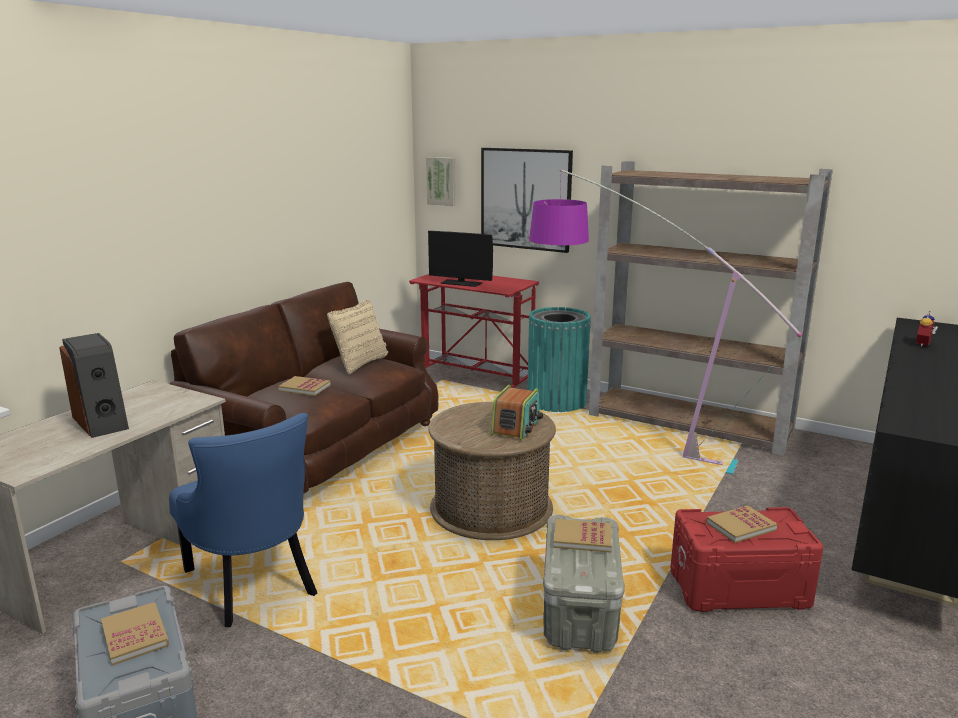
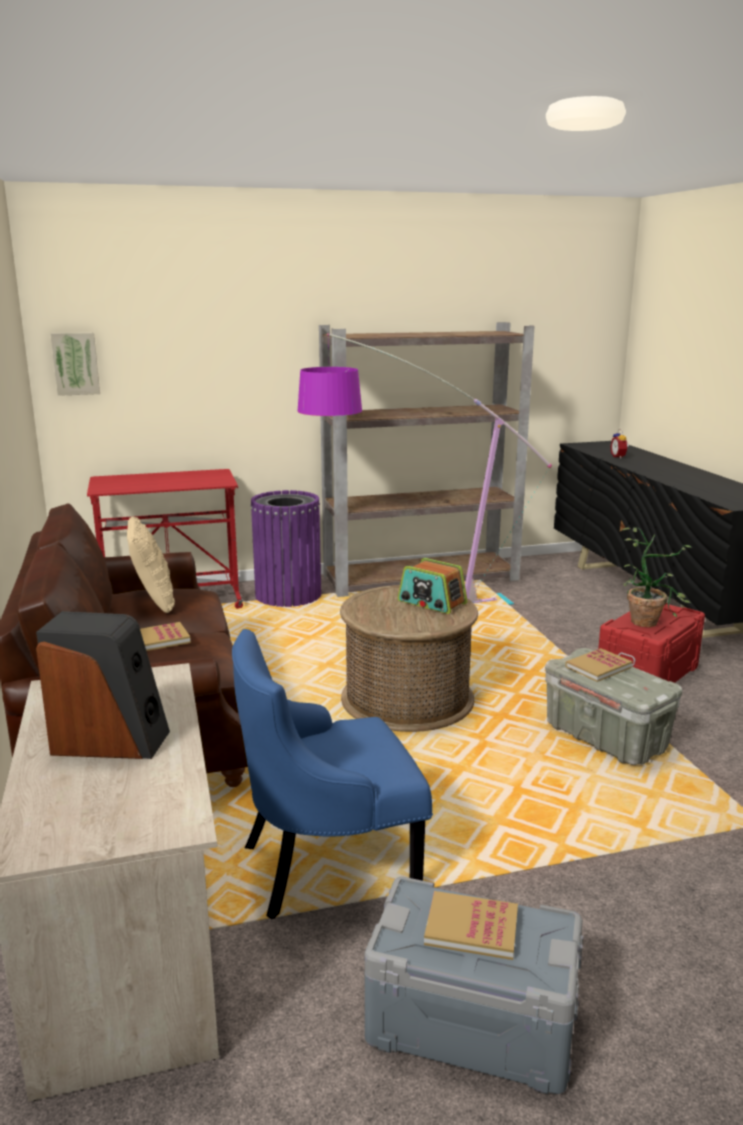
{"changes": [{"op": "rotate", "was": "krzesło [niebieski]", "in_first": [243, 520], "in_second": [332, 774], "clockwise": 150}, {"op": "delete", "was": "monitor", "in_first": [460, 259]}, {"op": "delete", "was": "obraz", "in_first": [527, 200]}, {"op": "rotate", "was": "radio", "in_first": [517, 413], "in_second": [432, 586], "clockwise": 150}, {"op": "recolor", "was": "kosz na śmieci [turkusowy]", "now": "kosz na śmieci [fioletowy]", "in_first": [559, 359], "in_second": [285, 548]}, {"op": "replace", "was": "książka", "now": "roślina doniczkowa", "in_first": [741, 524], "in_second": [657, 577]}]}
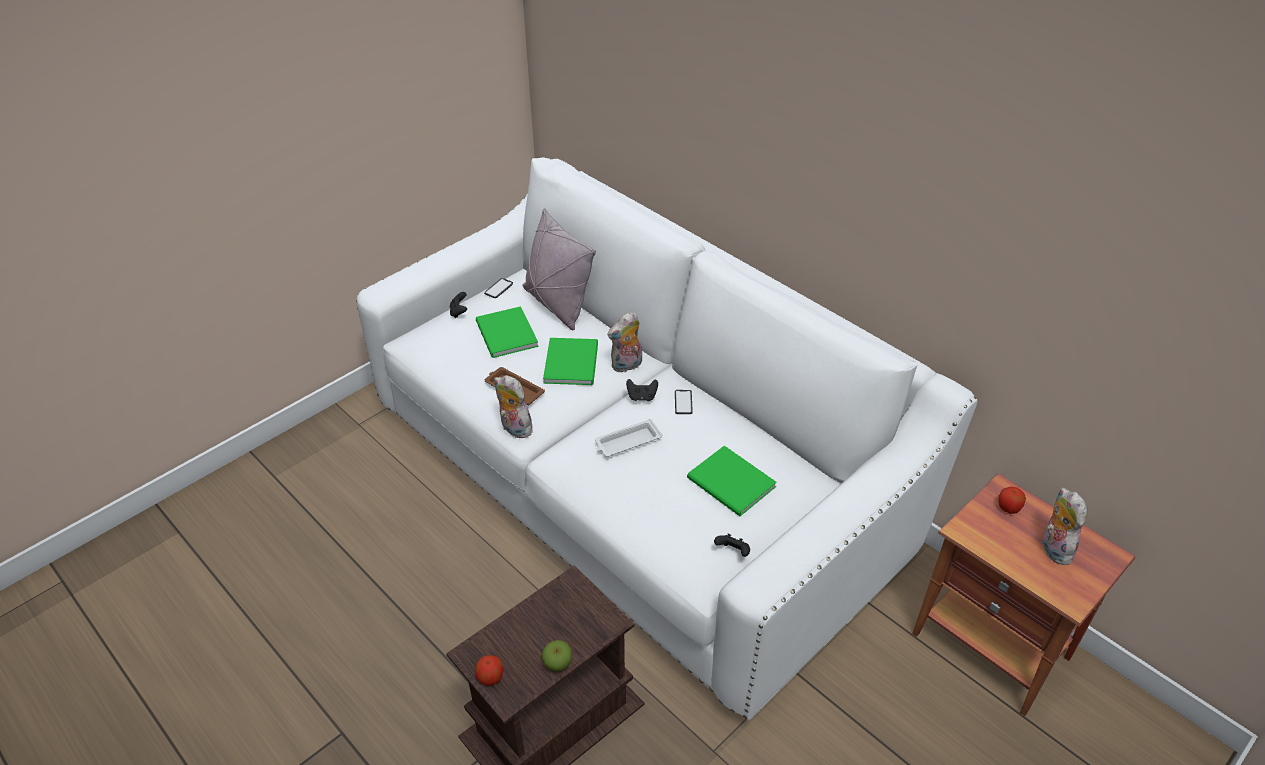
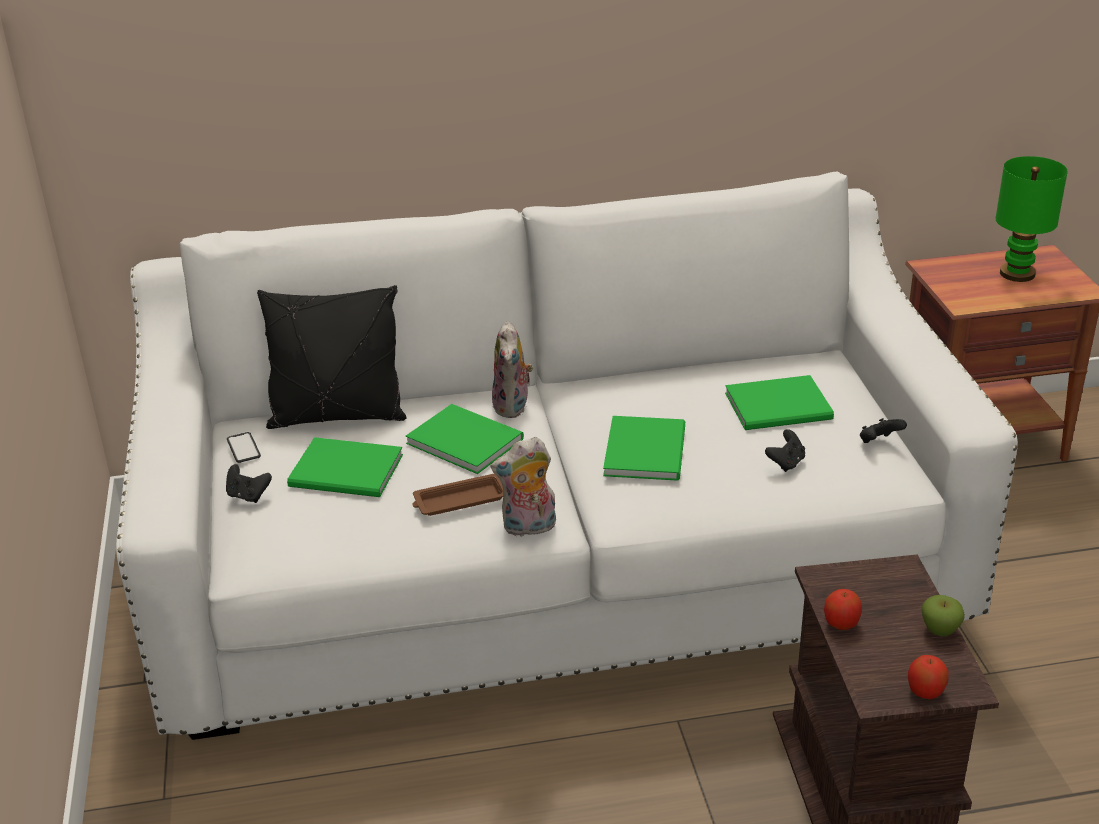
{"changes": [{"op": "recolor", "was": "poduszka [fioletowy]", "now": "poduszka [czarny]", "in_first": [559, 269], "in_second": [332, 357]}, {"op": "replace", "was": "taca [biały]", "now": "książka [zielony]", "in_first": [628, 438], "in_second": [644, 448]}, {"op": "move", "was": "pad do gier [czarny]", "in_first": [642, 390], "in_second": [785, 450]}, {"op": "delete", "was": "telefon", "in_first": [684, 402]}, {"op": "move", "was": "jabłko", "in_first": [1012, 500], "in_second": [843, 609]}, {"op": "replace", "was": "pluszak", "now": "lampa stołowa [zielony]", "in_first": [1064, 526], "in_second": [1031, 219]}]}
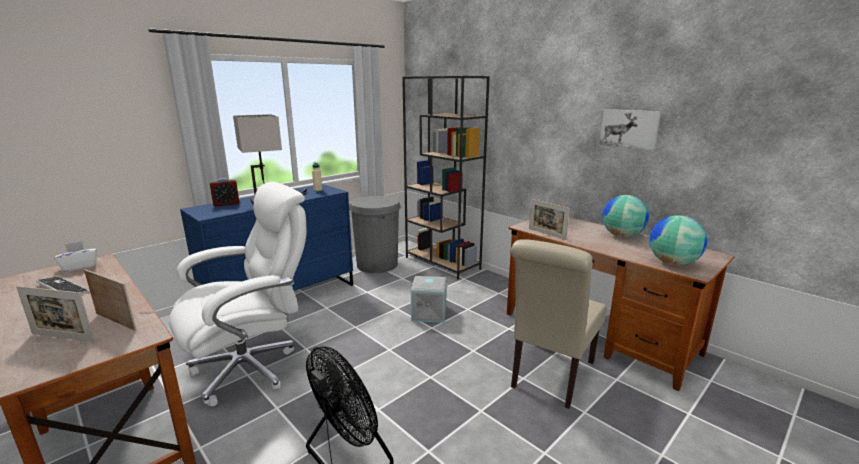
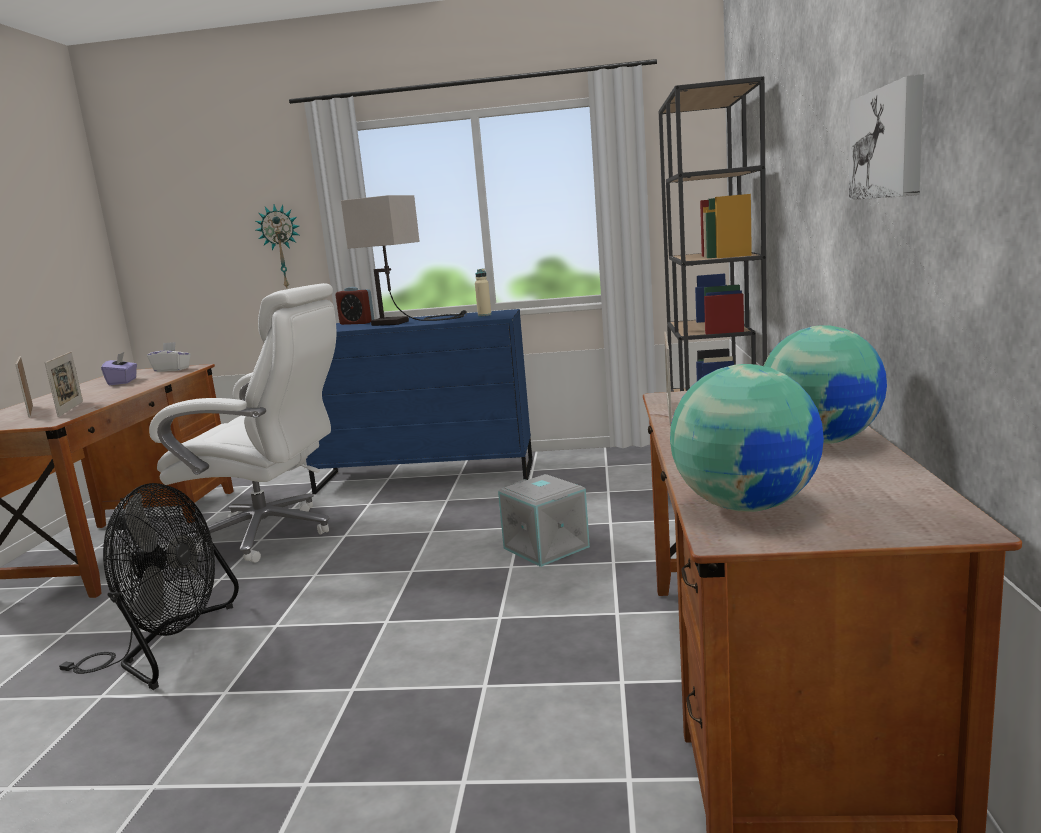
{"changes": [{"op": "replace", "was": "klawiatura", "now": "pudełko chusteczek [fioletowy]", "in_first": [63, 285], "in_second": [119, 368]}, {"op": "delete", "was": "kosz na śmieci [szary]", "in_first": [375, 234]}, {"op": "delete", "was": "krzesło [beżowy]", "in_first": [559, 324]}, {"op": "insert", "now": "zegar ścienny", "in_second": [277, 246]}]}
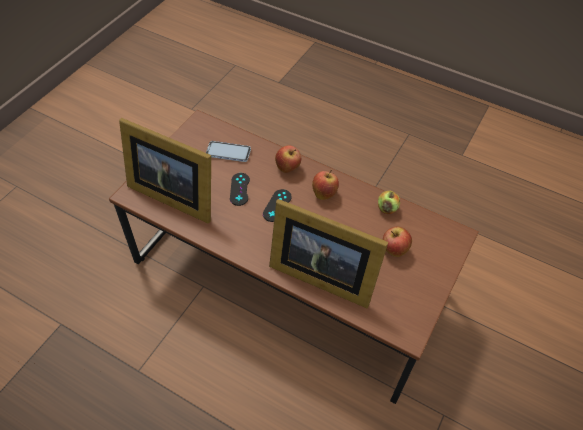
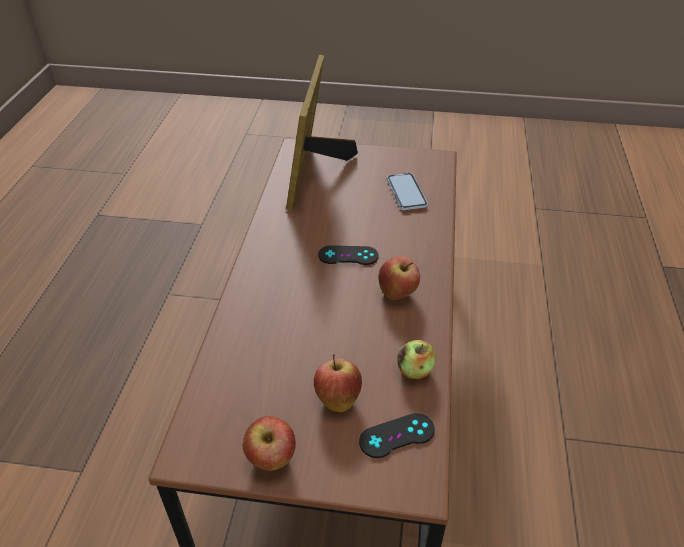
{"changes": [{"op": "move", "was": "pad do gier [czarny]", "in_first": [240, 189], "in_second": [397, 435]}, {"op": "delete", "was": "ramka na zdjęcie", "in_first": [328, 253]}, {"op": "move", "was": "jabłko", "in_first": [288, 159], "in_second": [269, 443]}]}
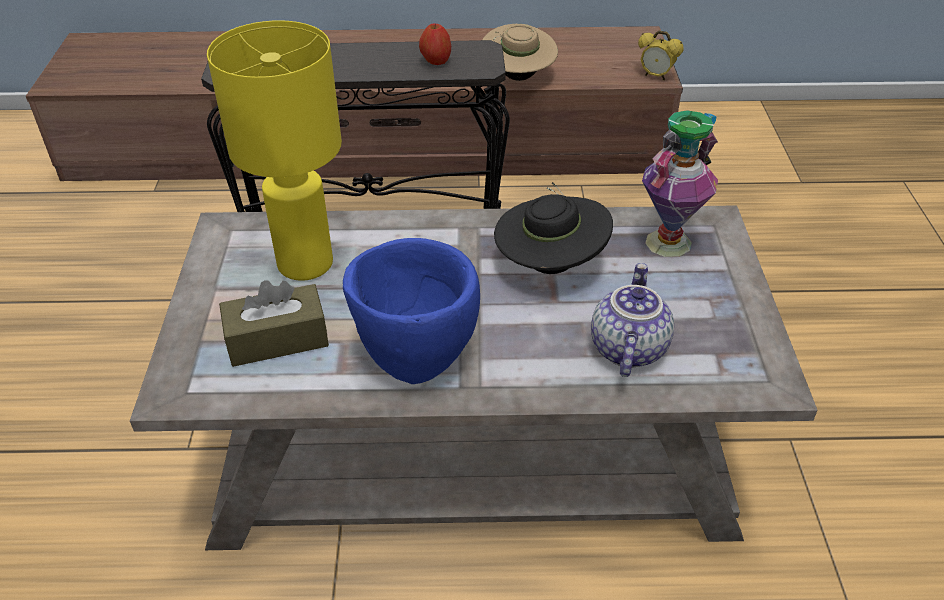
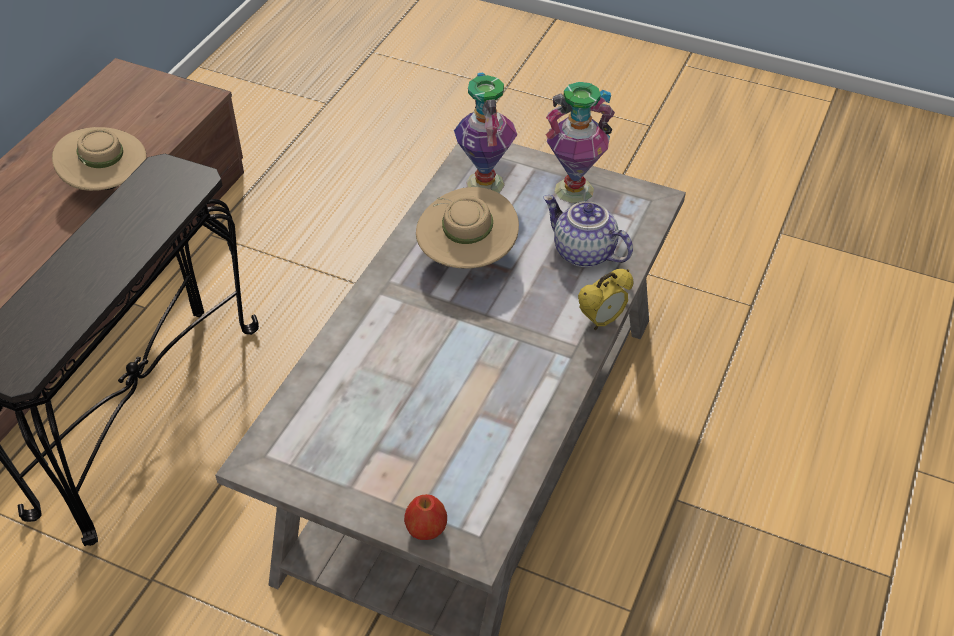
{"changes": [{"op": "delete", "was": "lampa stołowa [żółty]", "in_first": [274, 150]}, {"op": "delete", "was": "pudełko chusteczek [brązowy]", "in_first": [274, 323]}, {"op": "delete", "was": "miska [niebieski]", "in_first": [411, 311]}, {"op": "move", "was": "jabłko", "in_first": [435, 44], "in_second": [425, 517]}, {"op": "recolor", "was": "kapelusz [czarny]", "now": "kapelusz [beżowy]", "in_first": [553, 228], "in_second": [467, 228]}, {"op": "move", "was": "budzik", "in_first": [661, 55], "in_second": [605, 299]}, {"op": "insert", "now": "wazon", "in_second": [580, 142]}]}
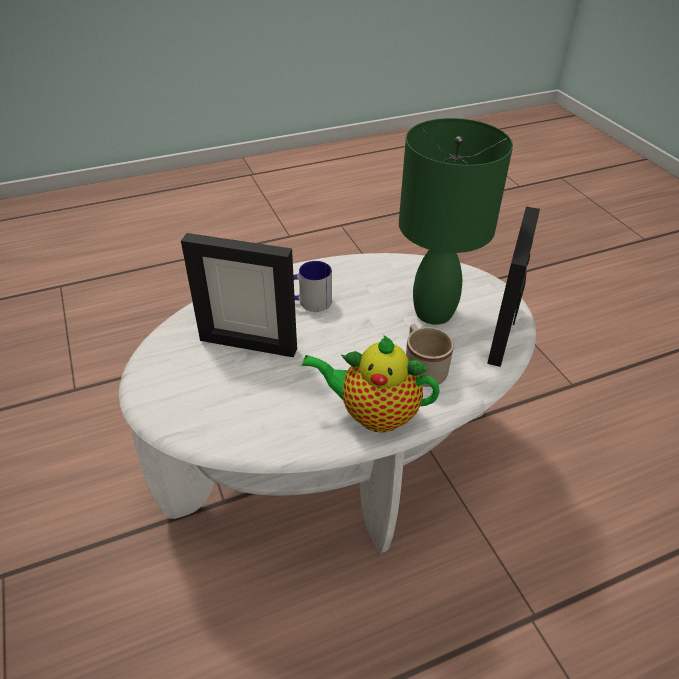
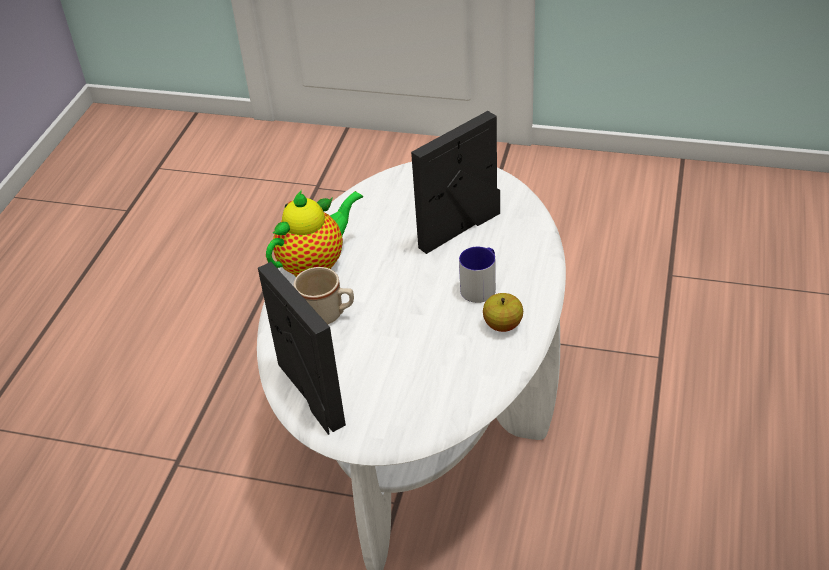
{"changes": [{"op": "delete", "was": "lampa stołowa [zielony]", "in_first": [456, 221]}, {"op": "insert", "now": "jabłko", "in_second": [503, 312]}]}
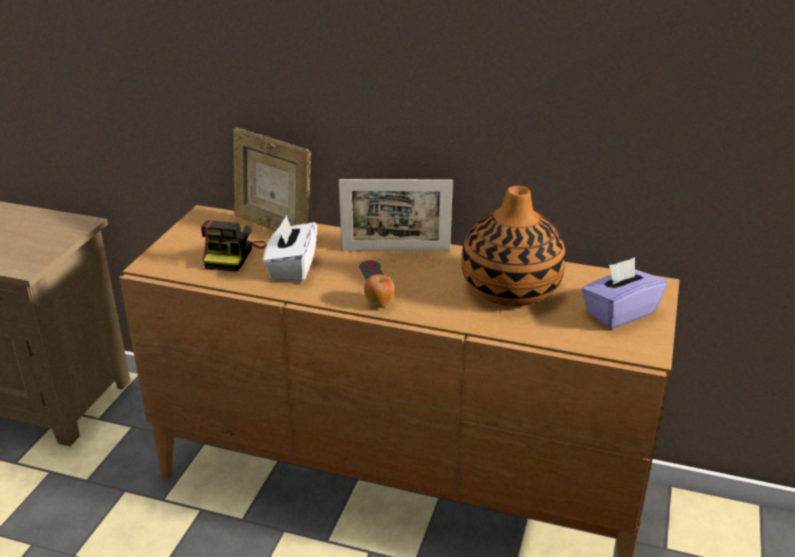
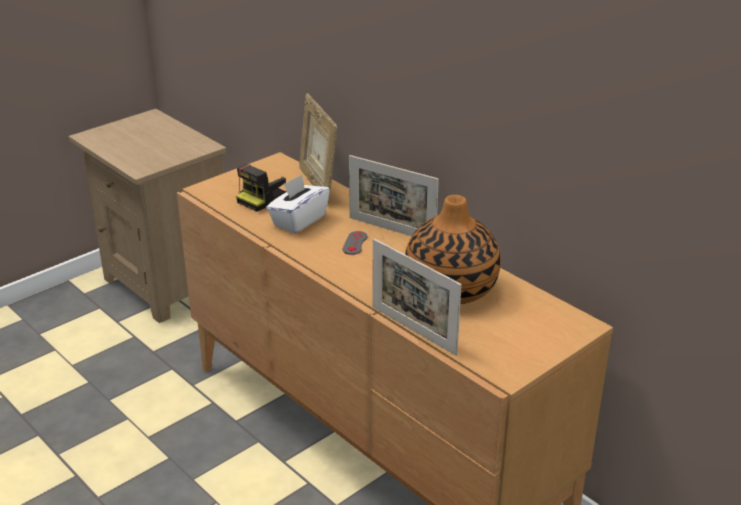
{"changes": [{"op": "delete", "was": "jabłko", "in_first": [379, 291]}, {"op": "delete", "was": "pudełko chusteczek [fioletowy]", "in_first": [624, 293]}, {"op": "insert", "now": "ramka na zdjęcie", "in_second": [417, 297]}]}
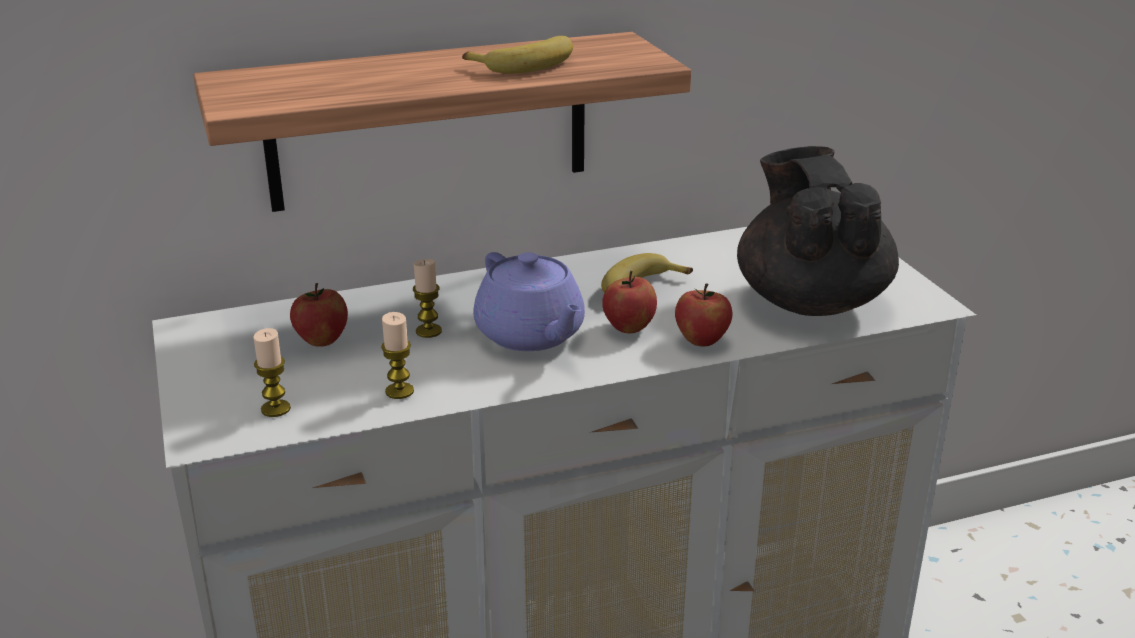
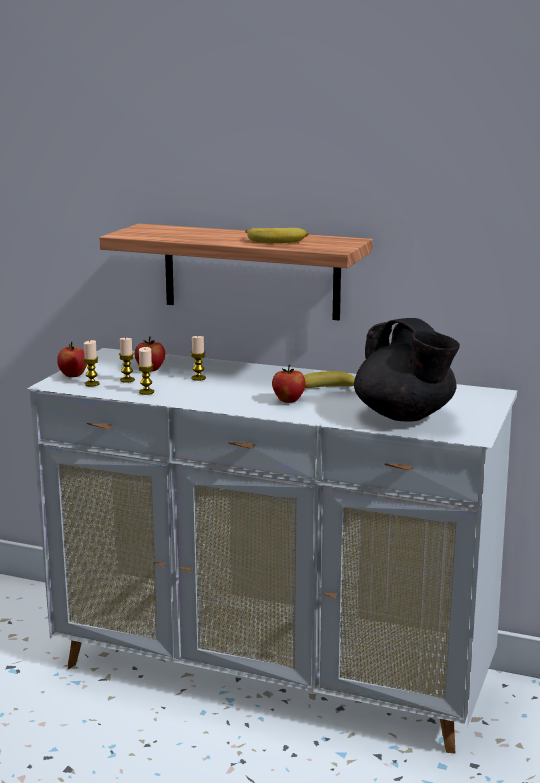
{"changes": [{"op": "delete", "was": "imbryk [fioletowy]", "in_first": [529, 301]}, {"op": "move", "was": "jabłko", "in_first": [703, 315], "in_second": [72, 359]}, {"op": "rotate", "was": "imbryk [czarny]", "in_first": [818, 231], "in_second": [407, 370], "clockwise": 120}, {"op": "insert", "now": "świeca", "in_second": [127, 360]}]}
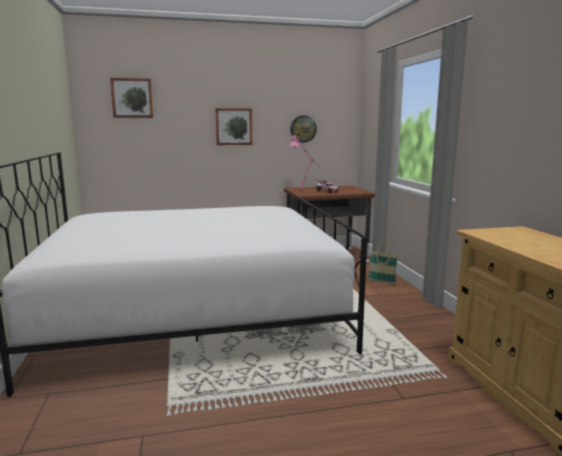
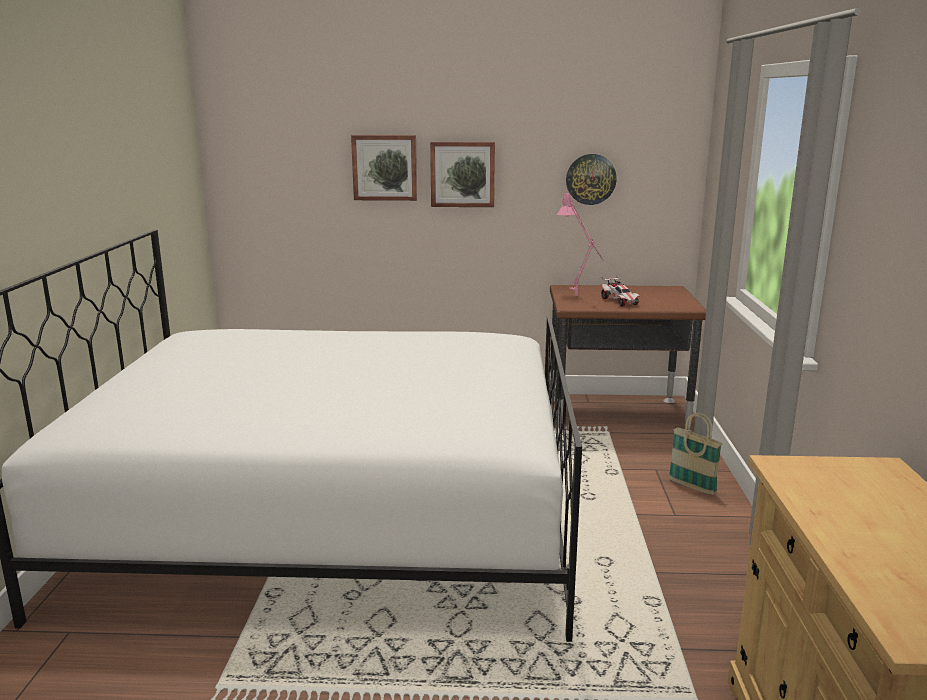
{"changes": [{"op": "move", "was": "obraz", "in_first": [131, 98], "in_second": [384, 168]}]}
